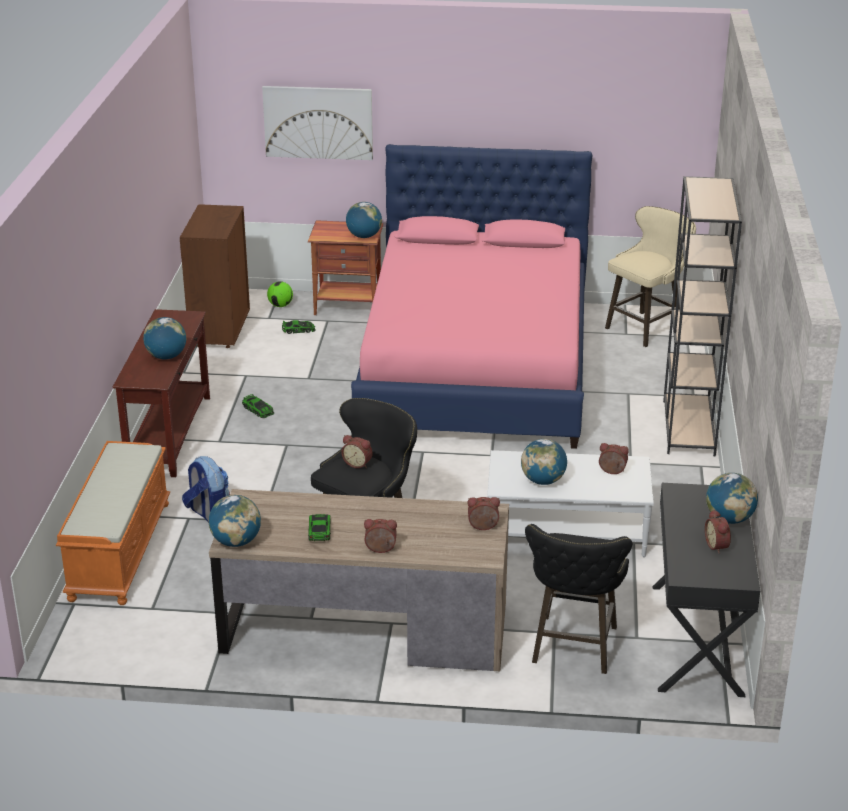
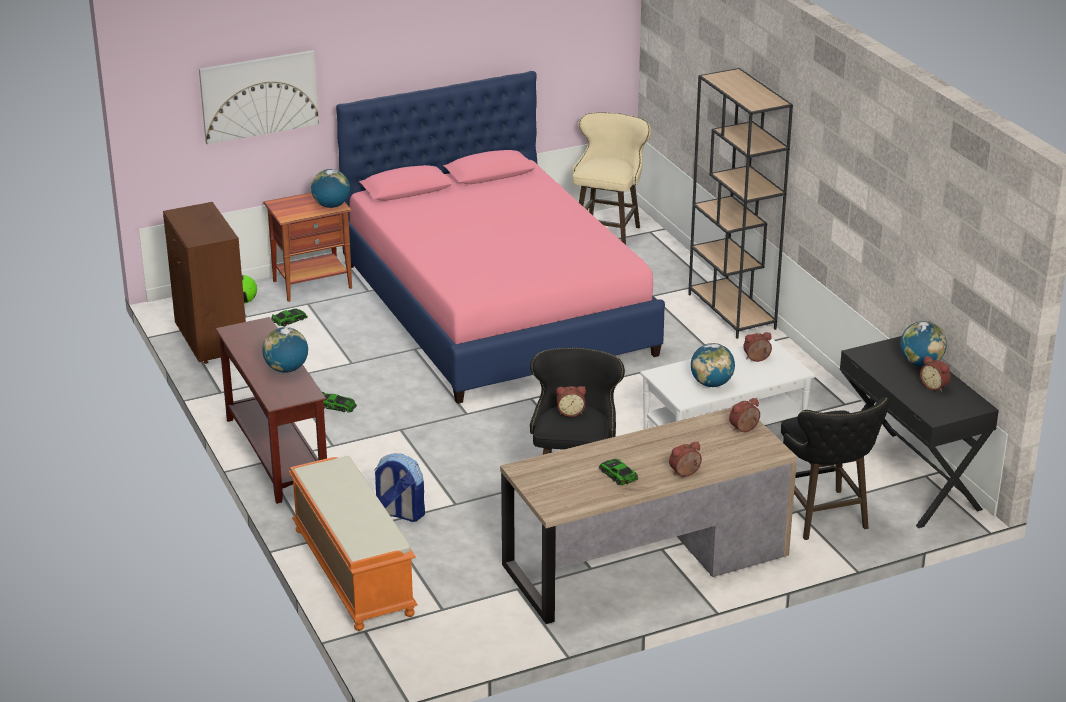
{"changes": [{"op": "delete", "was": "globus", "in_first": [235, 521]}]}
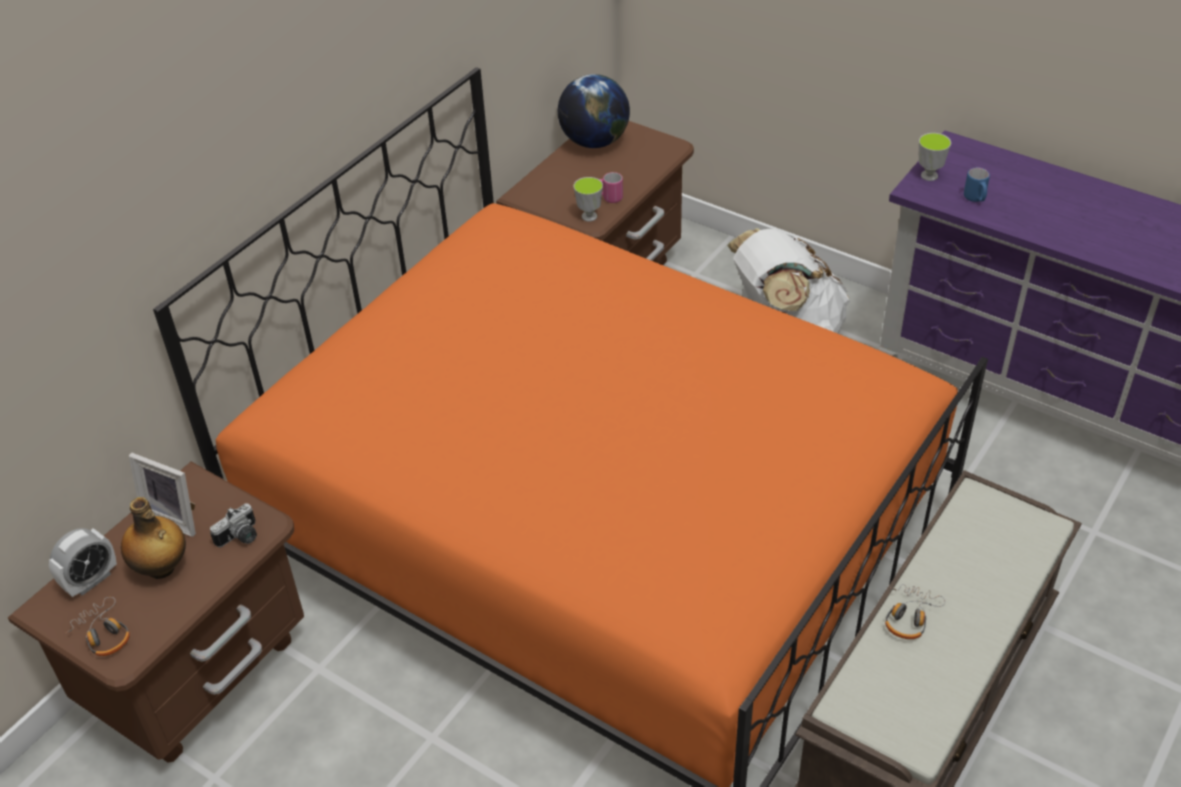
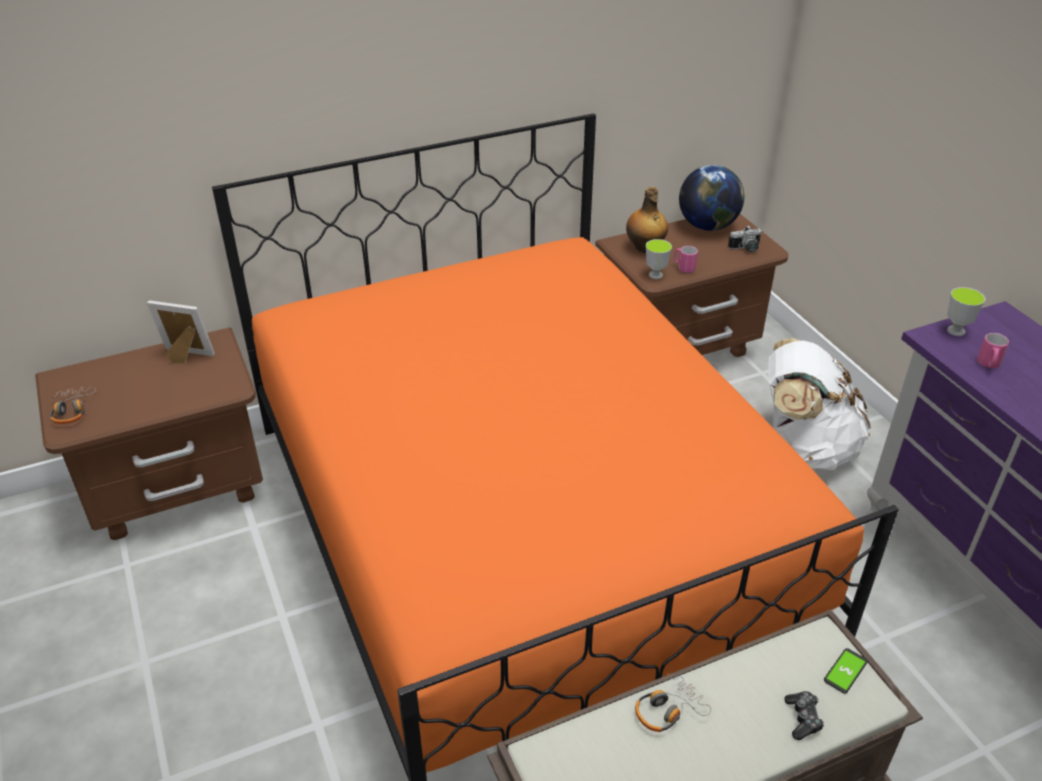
{"changes": [{"op": "delete", "was": "budzik", "in_first": [83, 562]}, {"op": "move", "was": "butelka", "in_first": [153, 538], "in_second": [647, 220]}, {"op": "rotate", "was": "ramka na zdjęcie", "in_first": [162, 495], "in_second": [181, 332], "clockwise": 135}, {"op": "move", "was": "aparat fotograficzny", "in_first": [233, 525], "in_second": [744, 239]}, {"op": "recolor", "was": "kubek [niebieski]", "now": "kubek [różowy]", "in_first": [977, 185], "in_second": [993, 350]}, {"op": "insert", "now": "pad do gier", "in_second": [804, 715]}, {"op": "insert", "now": "telefon", "in_second": [846, 671]}]}
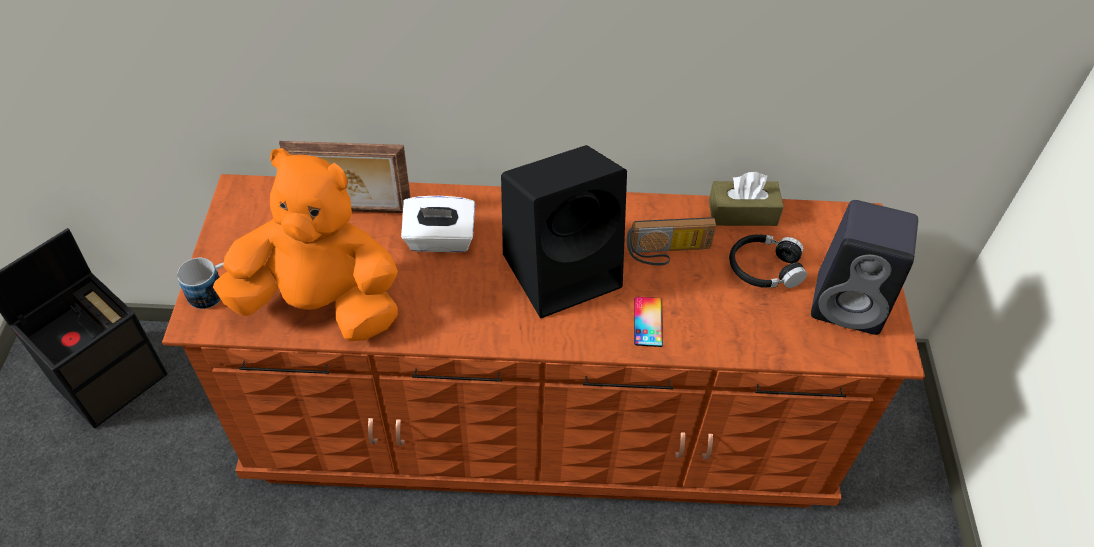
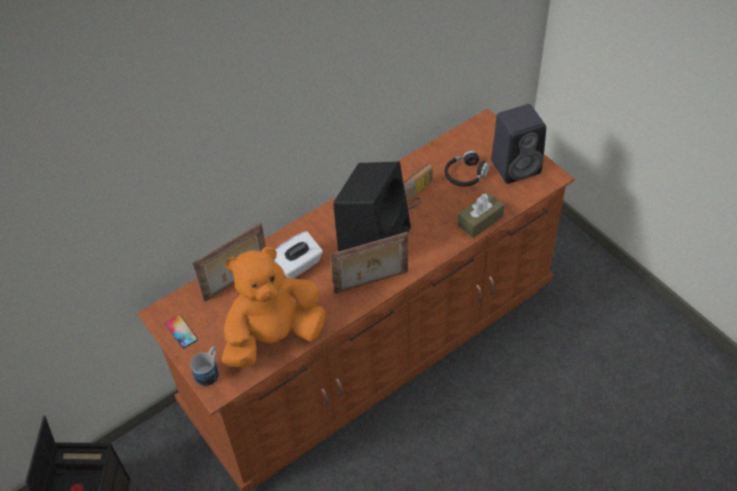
{"changes": [{"op": "move", "was": "telefon", "in_first": [648, 322], "in_second": [181, 331]}, {"op": "move", "was": "pudełko chusteczek [brązowy]", "in_first": [746, 199], "in_second": [481, 215]}, {"op": "insert", "now": "ramka na zdjęcie", "in_second": [369, 263]}]}
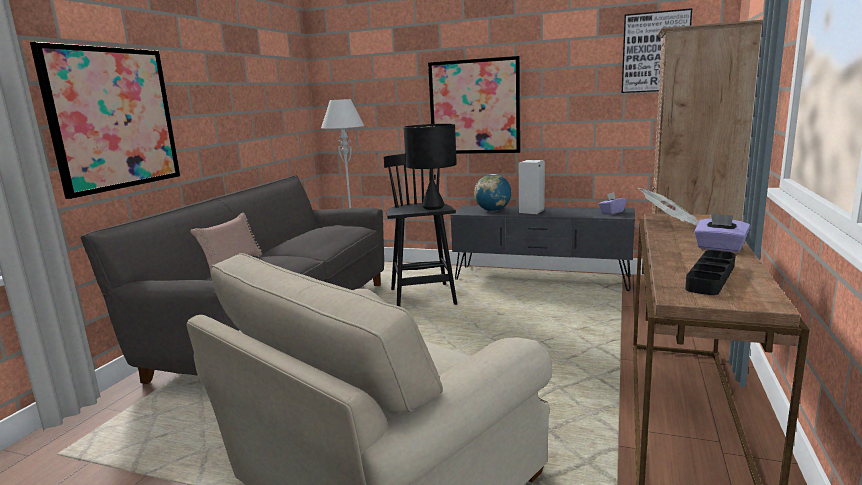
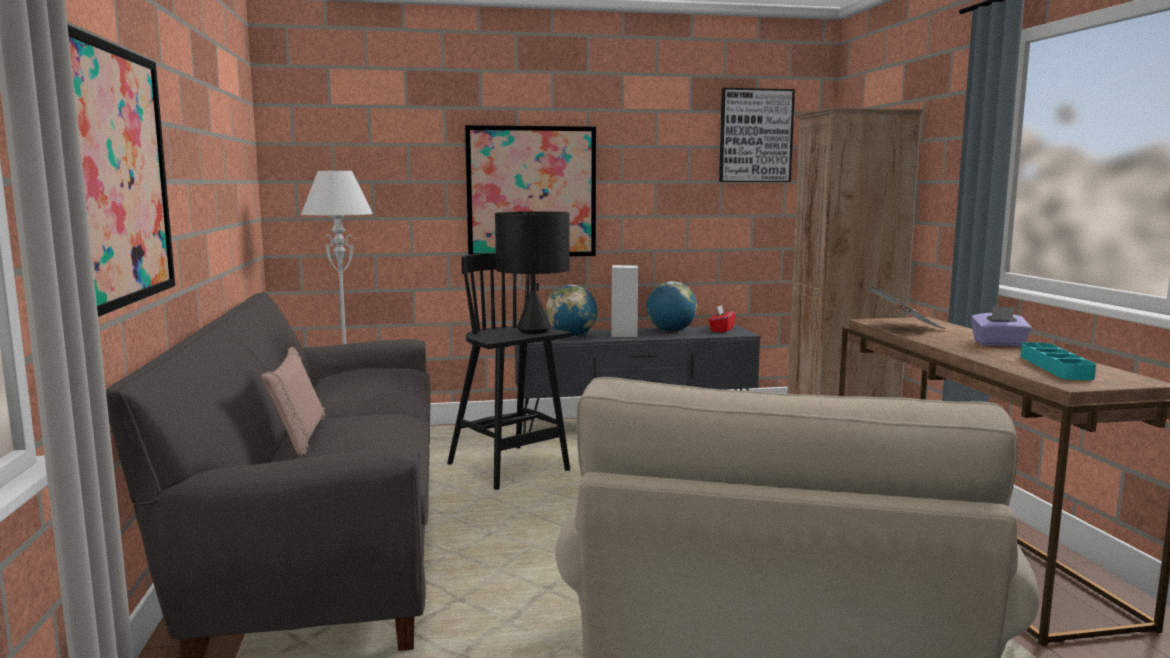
{"changes": [{"op": "recolor", "was": "pudełko chusteczek [fioletowy]", "now": "pudełko chusteczek [czerwony]", "in_first": [612, 203], "in_second": [722, 319]}, {"op": "recolor", "was": "taca [czarny]", "now": "taca [turkusowy]", "in_first": [710, 272], "in_second": [1058, 361]}, {"op": "insert", "now": "globus", "in_second": [672, 306]}]}
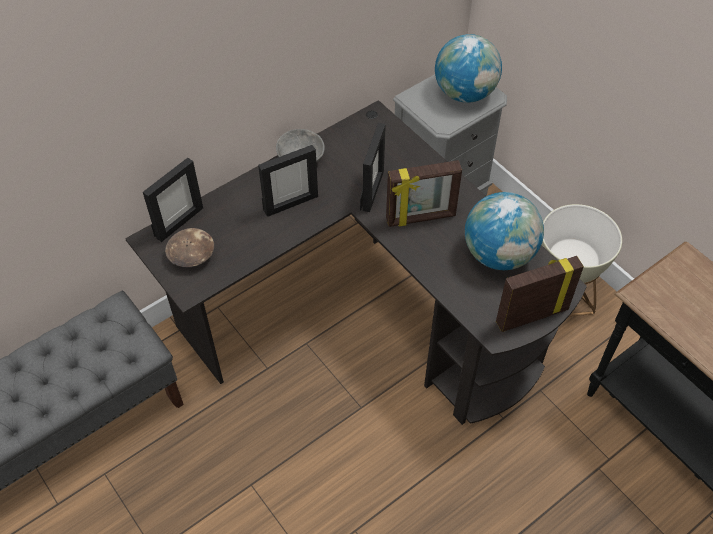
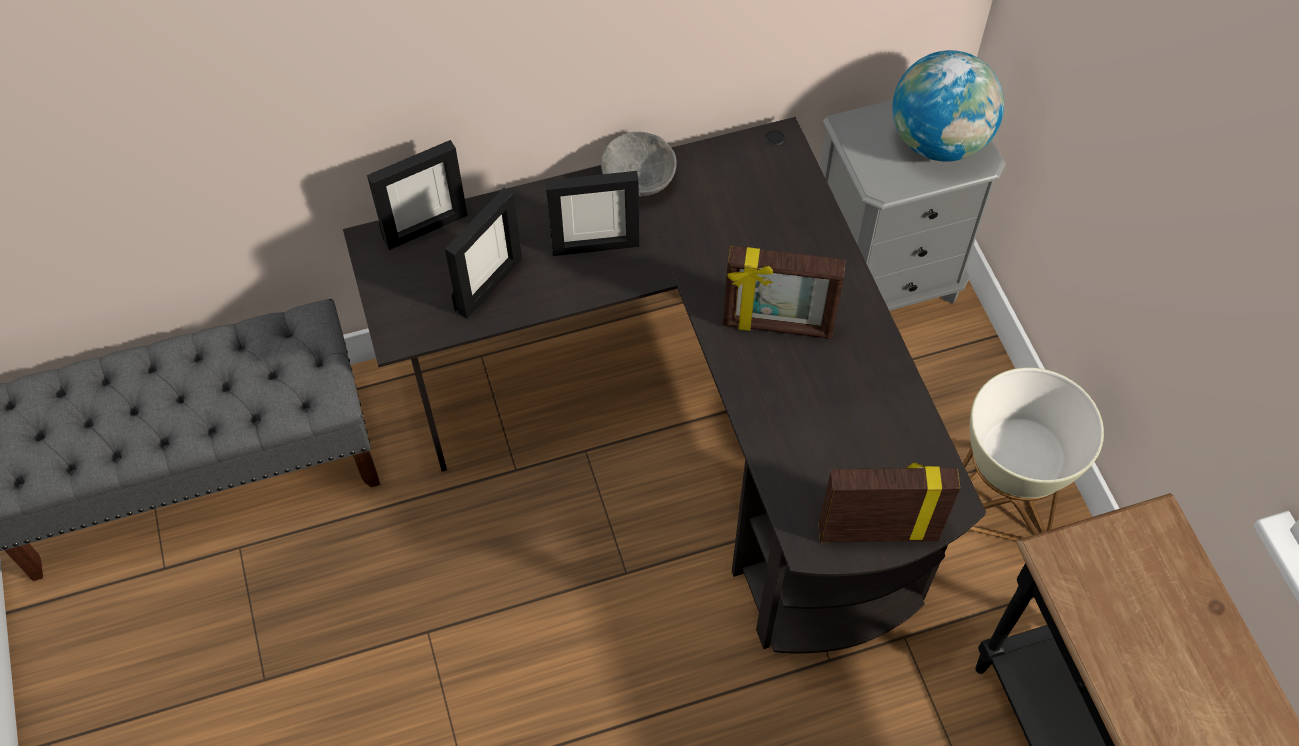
{"changes": [{"op": "delete", "was": "miska [brązowy]", "in_first": [189, 247]}, {"op": "move", "was": "ramka na zdjęcie", "in_first": [373, 167], "in_second": [483, 253]}, {"op": "delete", "was": "globus", "in_first": [504, 231]}]}
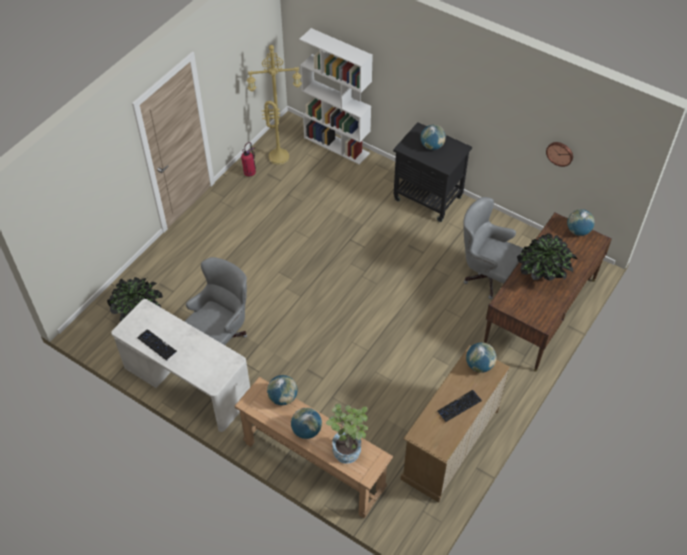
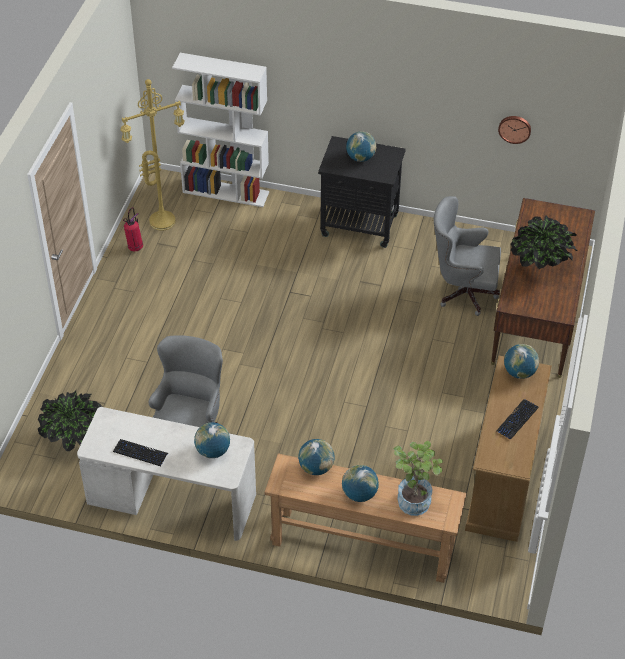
{"changes": [{"op": "move", "was": "globus", "in_first": [581, 222], "in_second": [212, 440]}]}
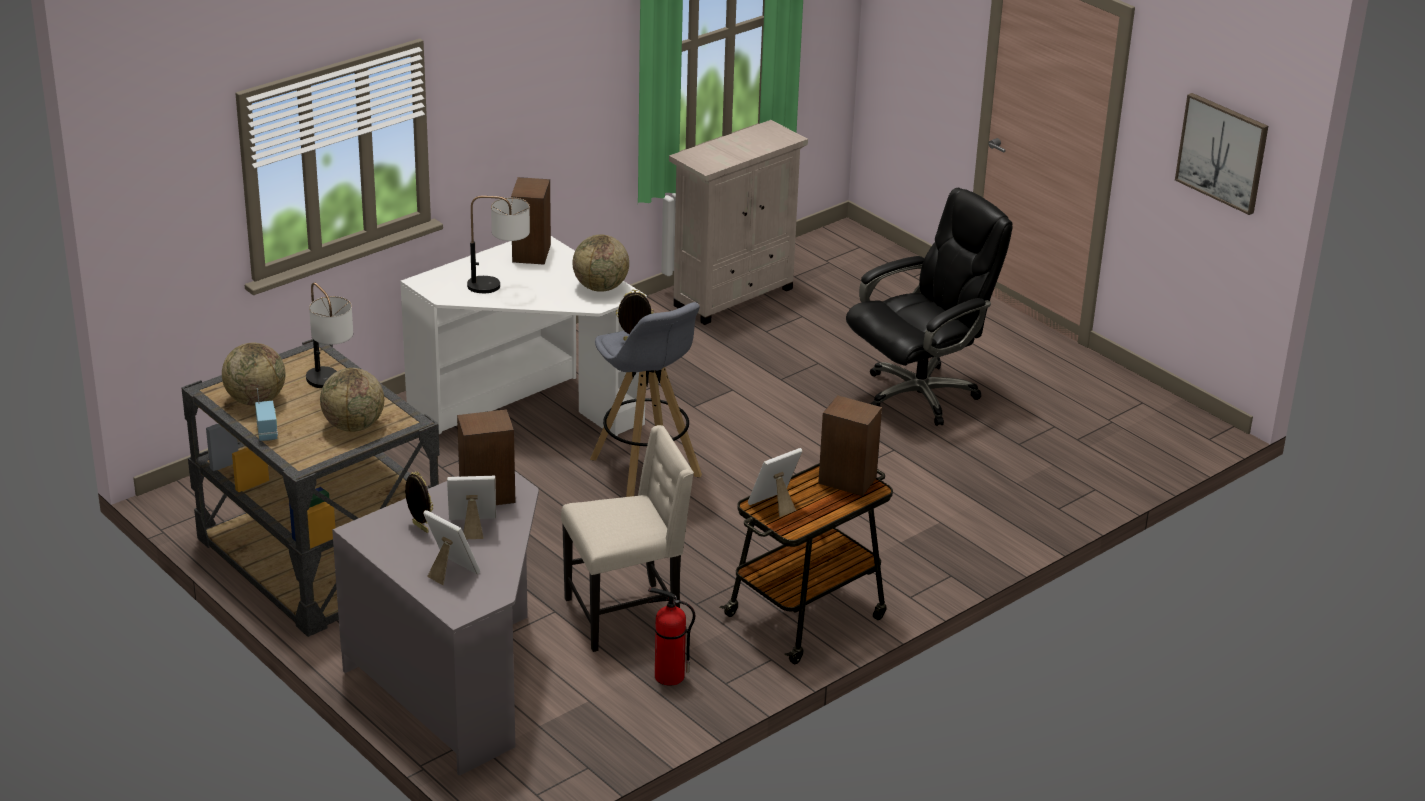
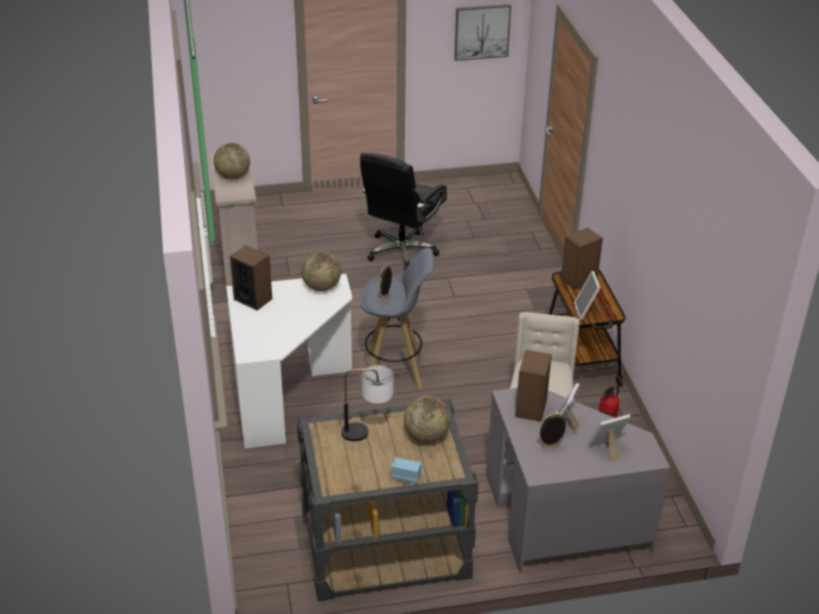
{"changes": [{"op": "move", "was": "globus", "in_first": [254, 374], "in_second": [232, 161]}, {"op": "delete", "was": "lampa stołowa", "in_first": [498, 244]}, {"op": "rotate", "was": "krzesło biurowe [czarny]", "in_first": [929, 307], "in_second": [403, 211], "clockwise": -150}]}
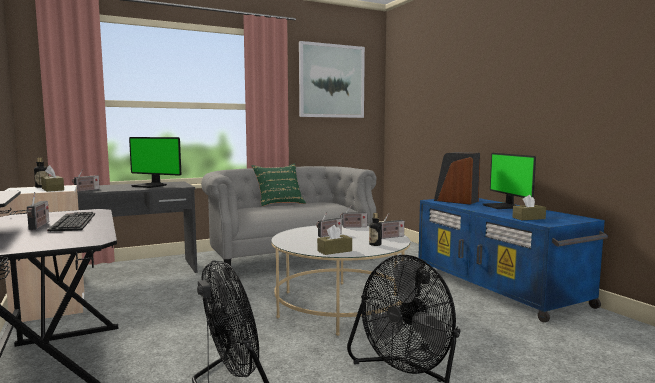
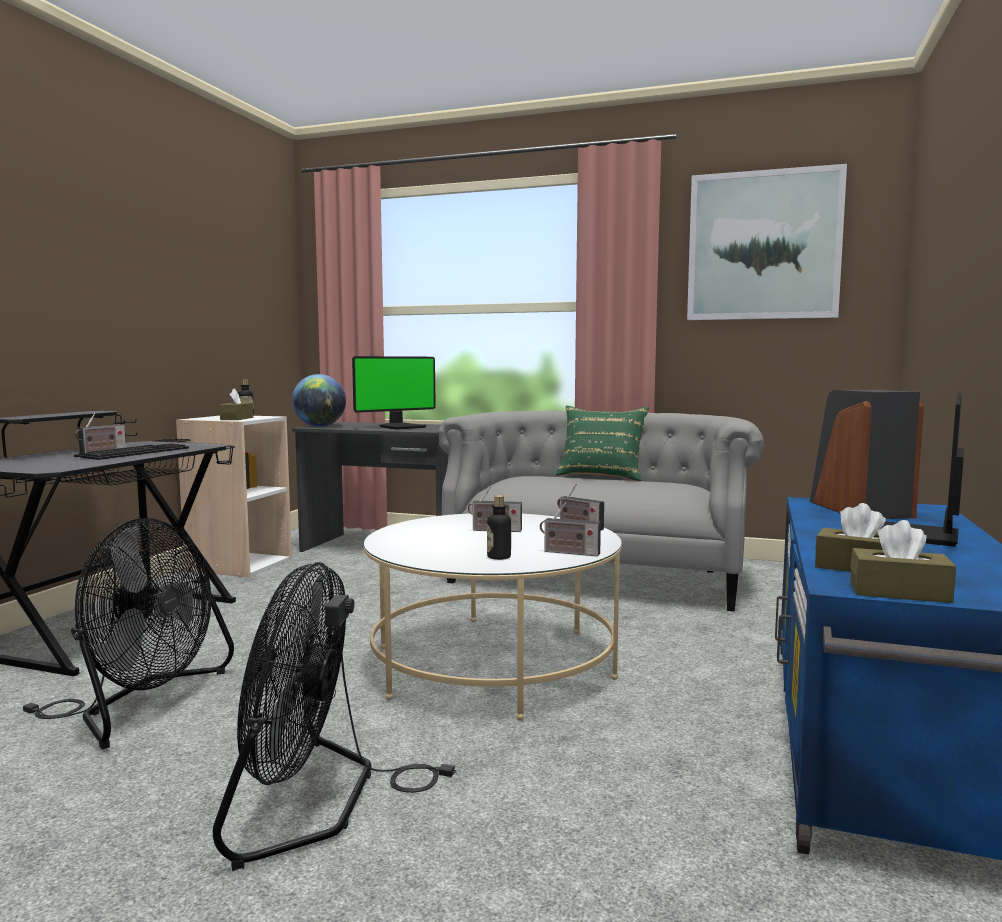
{"changes": [{"op": "replace", "was": "radio", "now": "globus", "in_first": [86, 180], "in_second": [319, 400]}, {"op": "rotate", "was": "monitor", "in_first": [155, 162], "in_second": [394, 393], "clockwise": -105}, {"op": "move", "was": "pudełko chusteczek [brązowy]", "in_first": [334, 240], "in_second": [903, 561]}]}
